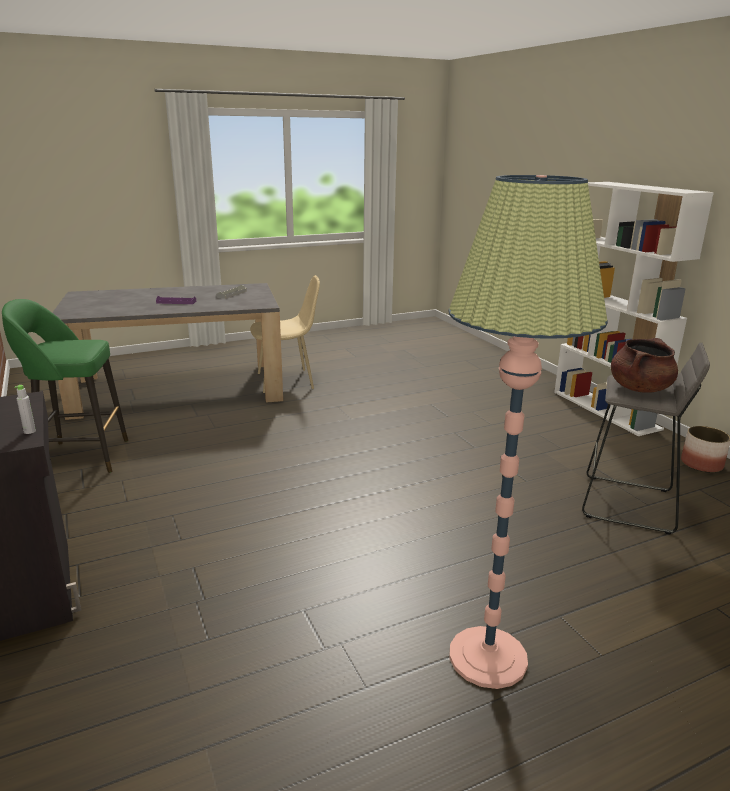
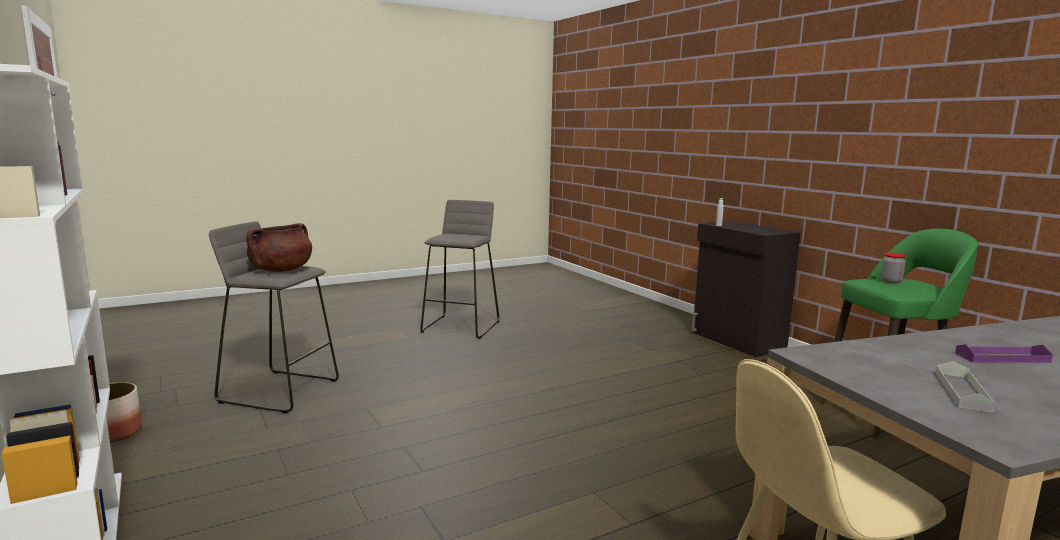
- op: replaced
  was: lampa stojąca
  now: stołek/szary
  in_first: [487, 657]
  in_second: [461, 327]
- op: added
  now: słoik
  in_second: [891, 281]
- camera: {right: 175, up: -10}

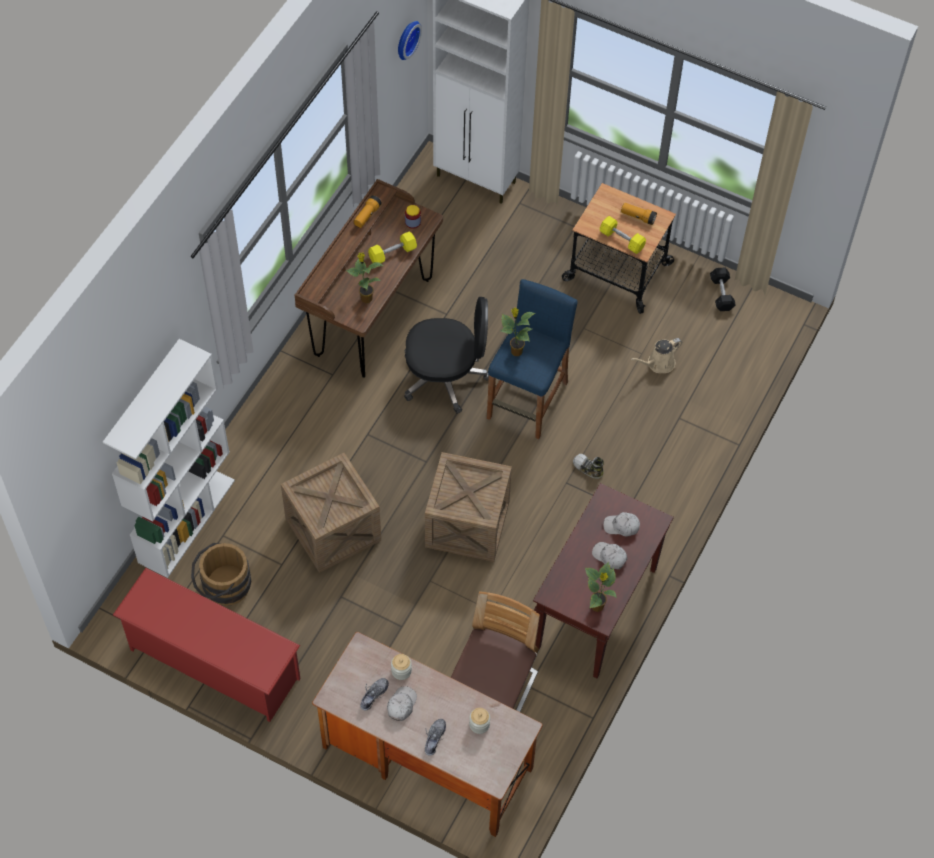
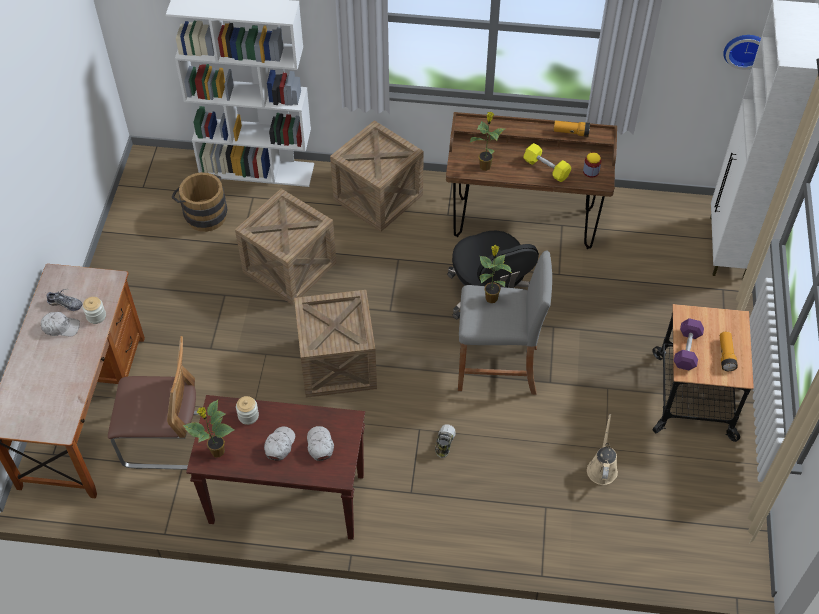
- op: moved
  was: słoik
  in_first: [479, 724]
  in_second: [248, 416]
- op: added
  now: skrzynka
  in_second: [378, 197]
- op: recoloured
  was: stołek/niebieski
  now: stołek/szary
  in_first: [528, 400]
  in_second: [497, 368]
- op: turned
  was: konewka/beżowy
  in_first: [658, 364]
  in_second: [602, 468]
  clockwise: 60
- op: recoloured
  was: hantel/żółty
  now: hantel/fioletowy
  in_first: [622, 240]
  in_second: [687, 349]
- op: removed
  was: regał na buty/czerwony
  in_first: [213, 663]
- op: removed
  was: but
  in_first: [434, 738]
- op: removed
  was: hantel/czarny
  in_first: [721, 294]
- camera: {right: 70, up: -5}

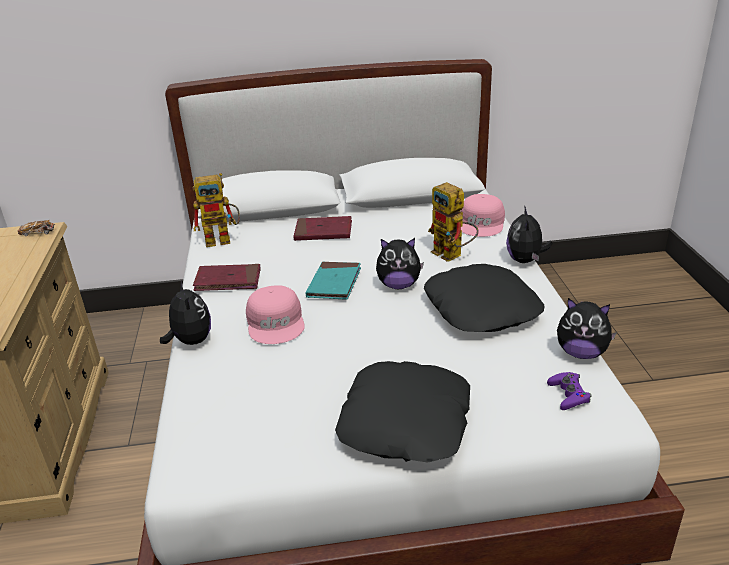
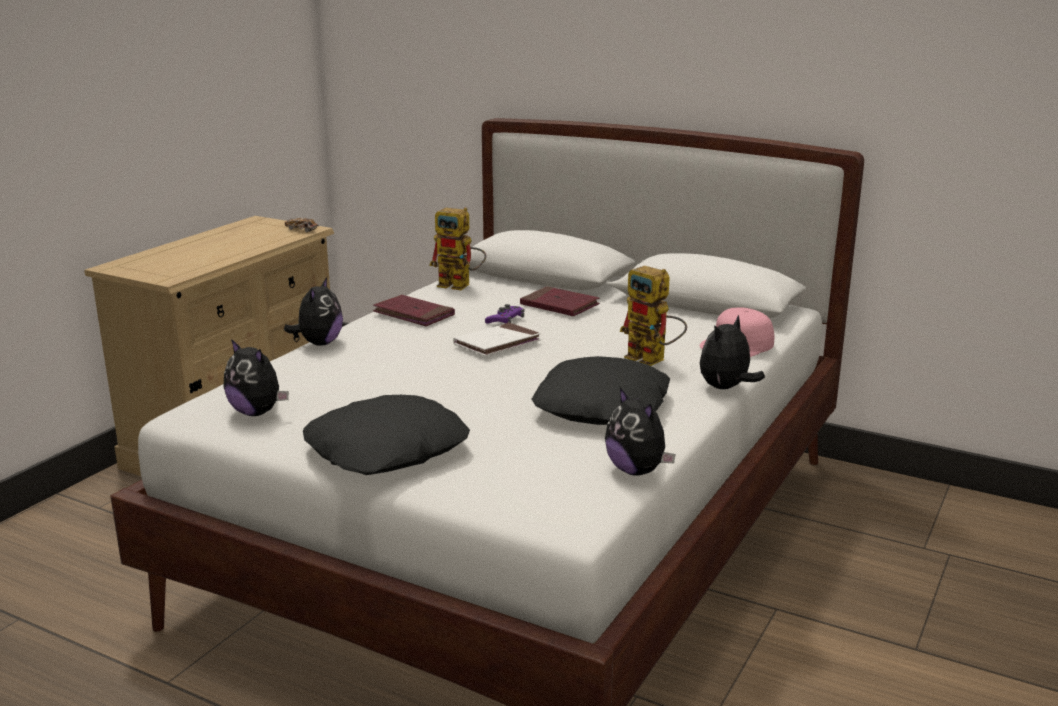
- op: moved
  was: pluszak
  in_first: [398, 285]
  in_second: [257, 412]
- op: recoloured
  was: książka/turkusowy
  now: książka/biały
  in_first: [334, 283]
  in_second: [497, 344]
- op: moved
  was: pad do gier/fioletowy
  in_first: [568, 395]
  in_second: [505, 320]
- op: turned
  was: robot zabawkowy
  in_first: [452, 255]
  in_second: [653, 360]
  clockwise: -45
- op: removed
  was: czapka z daszkiem/różowy
  in_first: [276, 322]
- camera: {right: 35, up: -10}

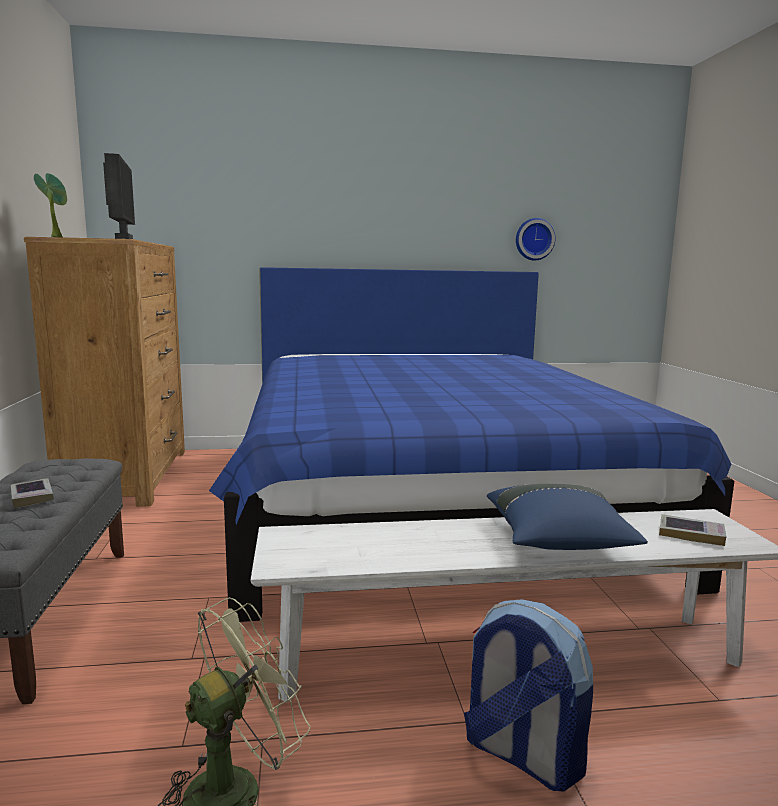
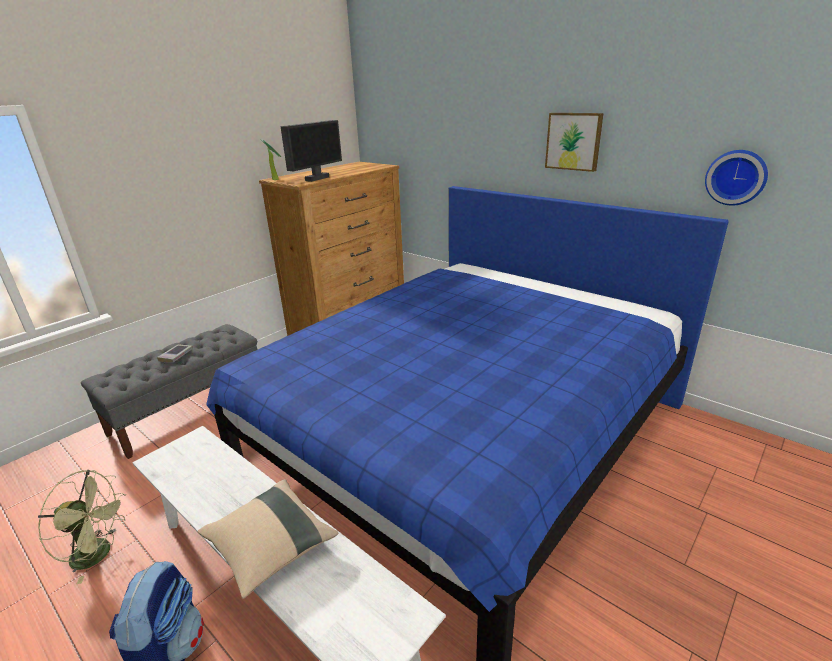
- op: recoloured
  was: poduszka/niebieski
  now: poduszka/beżowy
  in_first: [558, 541]
  in_second: [270, 547]
- op: added
  now: obraz
  in_second: [574, 141]
- op: removed
  was: książka
  in_first: [691, 534]
- camera: {right: 50, up: 15}

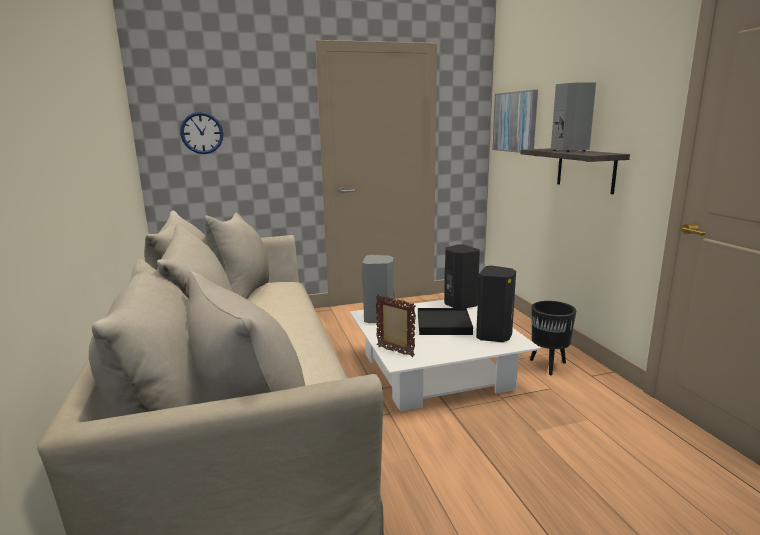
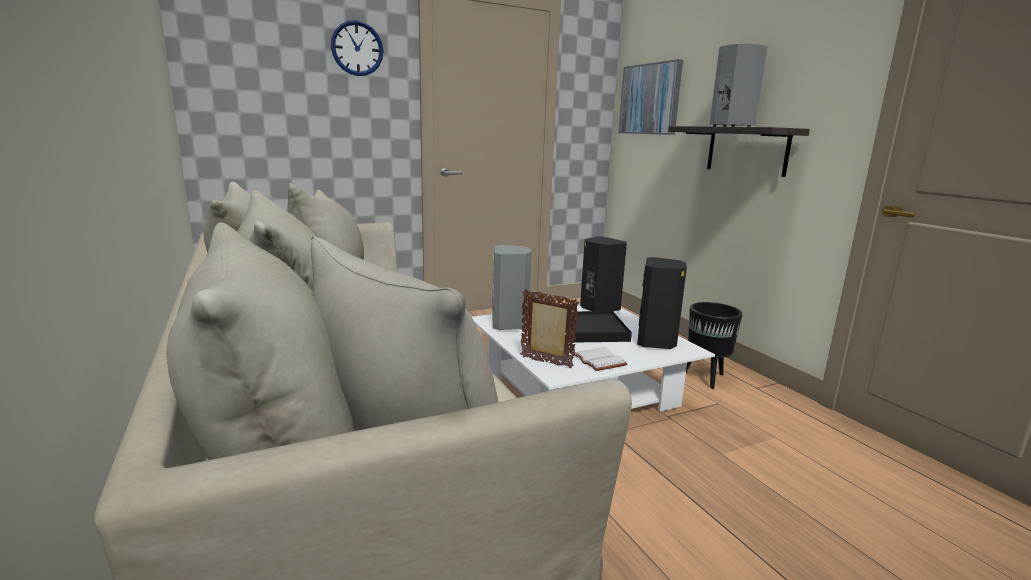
- op: moved
  was: zegar ścienny
  in_first: [202, 133]
  in_second: [357, 48]
- op: added
  now: książka/biały
  in_second: [600, 361]
- camera: {right: -10, up: 0}

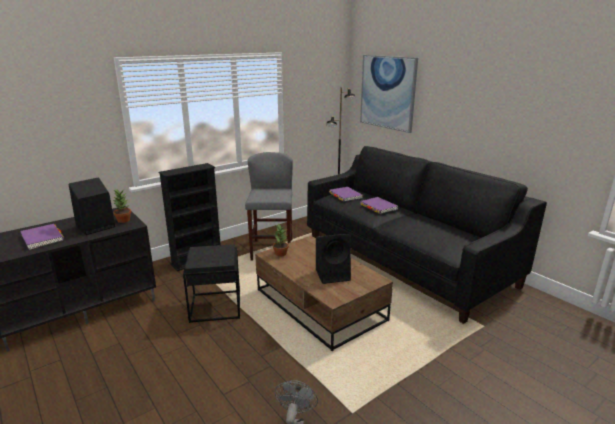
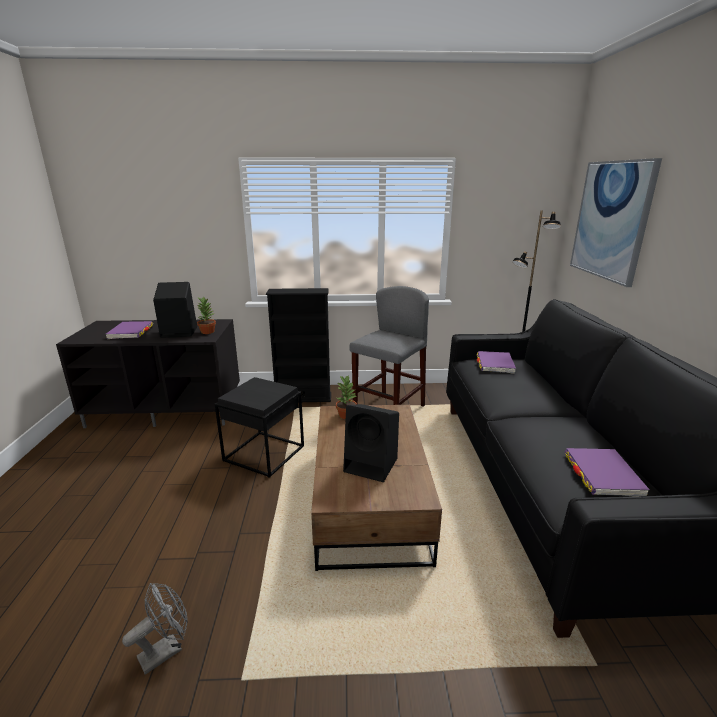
- op: moved
  was: książka/fioletowy
  in_first: [378, 207]
  in_second: [602, 474]
- camera: {right: 35, up: 0}

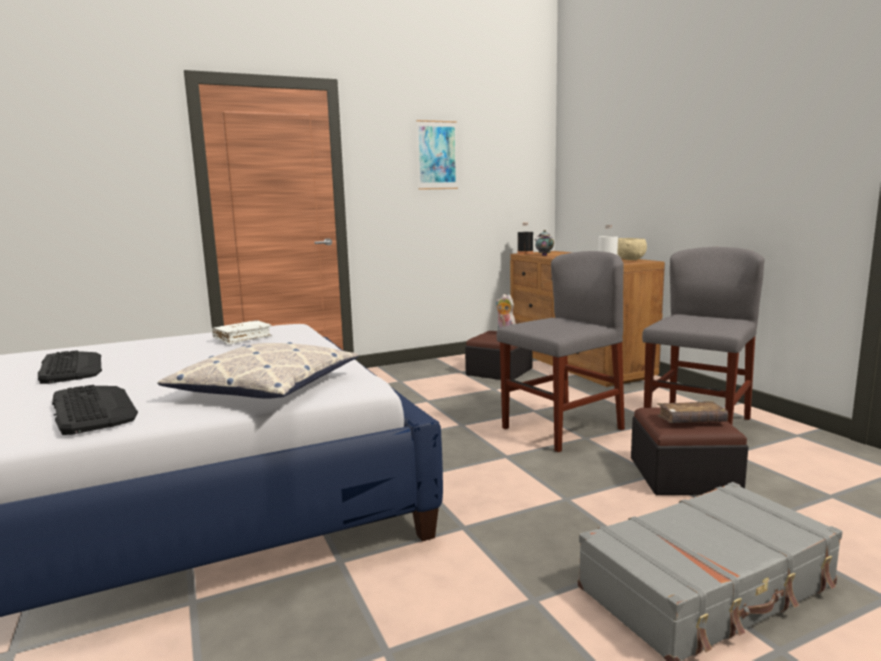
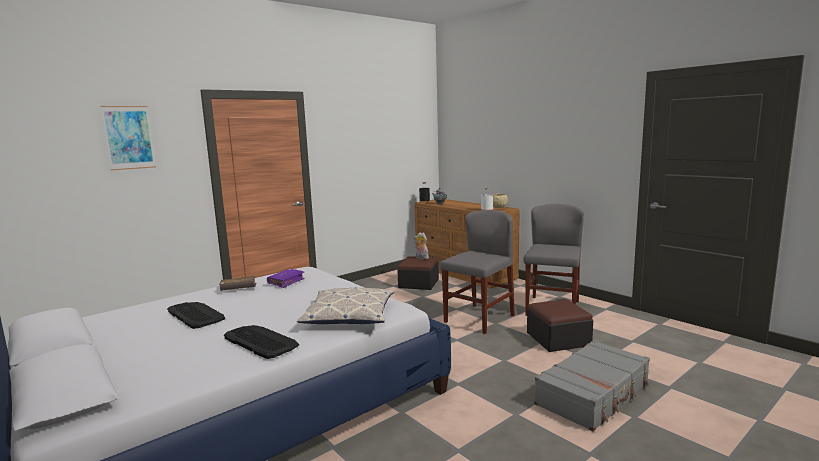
- op: moved
  was: obraz
  in_first: [437, 155]
  in_second: [129, 137]
- op: moved
  was: książka/brązowy
  in_first: [691, 421]
  in_second: [238, 288]
- op: recoloured
  was: książka/biały
  now: książka/fioletowy
  in_first: [243, 338]
  in_second: [286, 282]
- camera: {right: -15, up: 0}

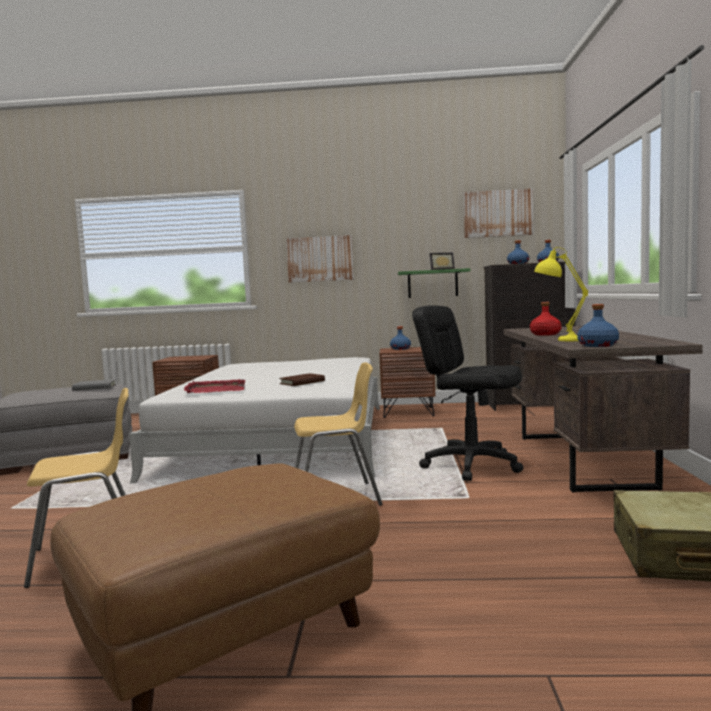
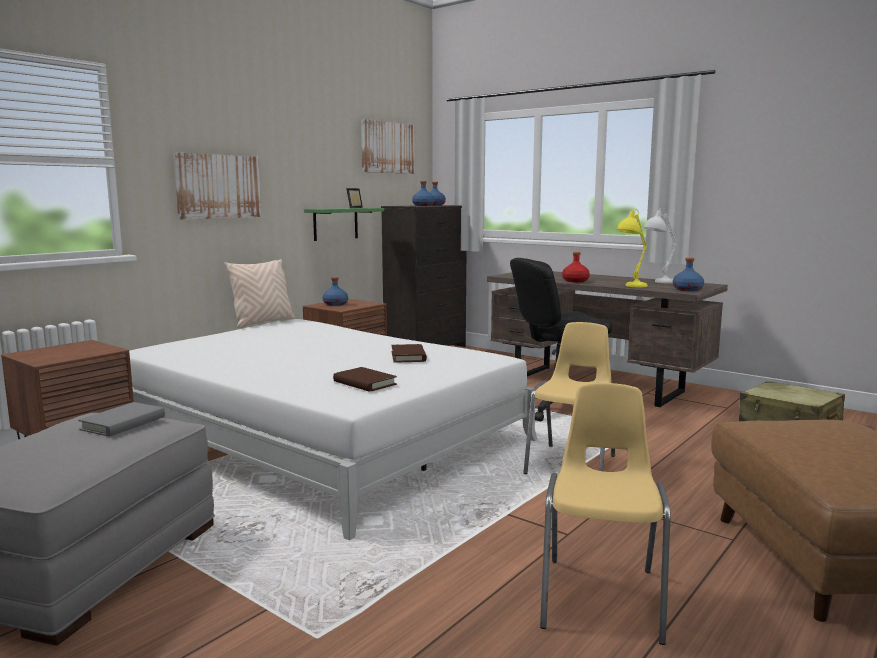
- op: added
  now: poduszka/beżowy
  in_second: [262, 322]
- op: replaced
  was: taca/czerwony
  now: książka/brązowy
  in_first: [215, 390]
  in_second: [364, 383]
- op: added
  now: lampa stołowa/biały
  in_second: [658, 282]
- camera: {right: -55, up: 5}

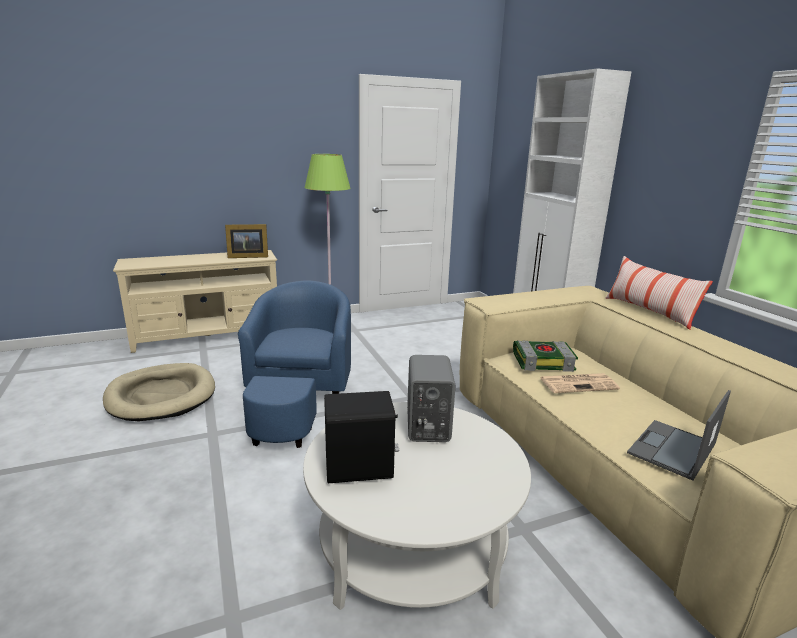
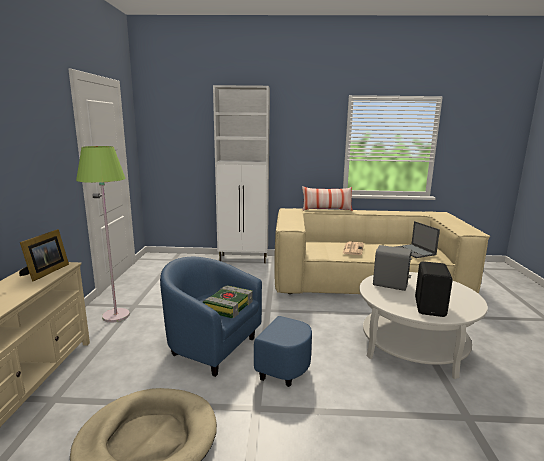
- op: moved
  was: książka
  in_first: [543, 361]
  in_second: [228, 306]
- camera: {right: -65, up: -5}

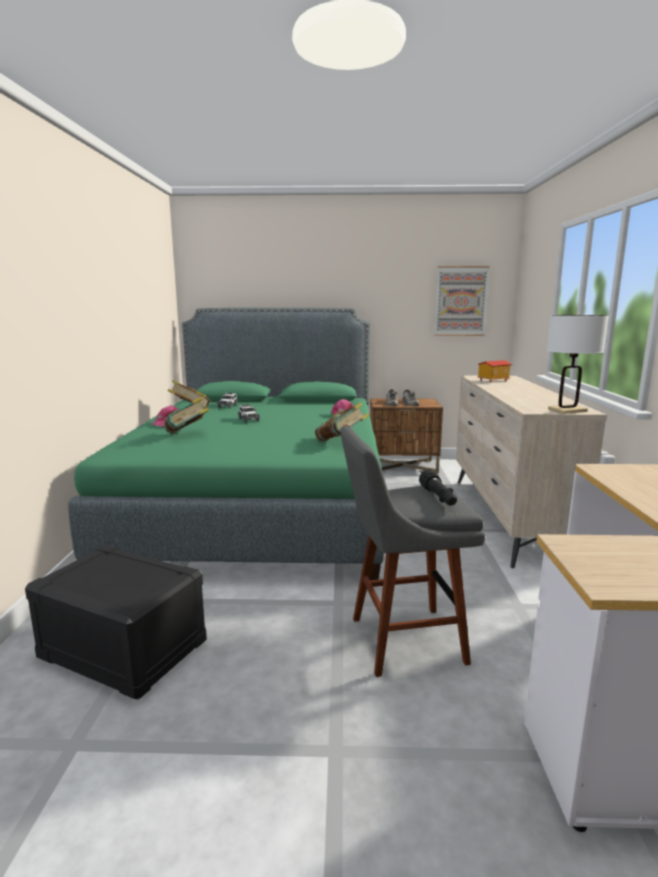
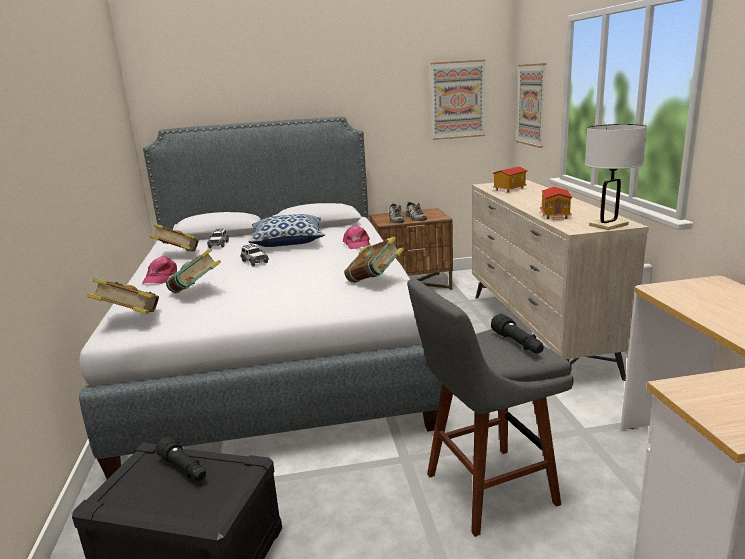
- op: recoloured
  was: łóżko/zielony
  now: łóżko/szary
  in_first: [261, 504]
  in_second: [275, 351]
- op: added
  now: książka
  in_second: [130, 319]
- op: added
  now: latarka/czarny
  in_second: [184, 469]
- op: added
  now: poduszka
  in_second: [288, 242]
- op: added
  now: obraz
  in_second: [531, 105]
- op: added
  now: domek
  in_second: [555, 215]
- camera: {right: -10, up: 5}

